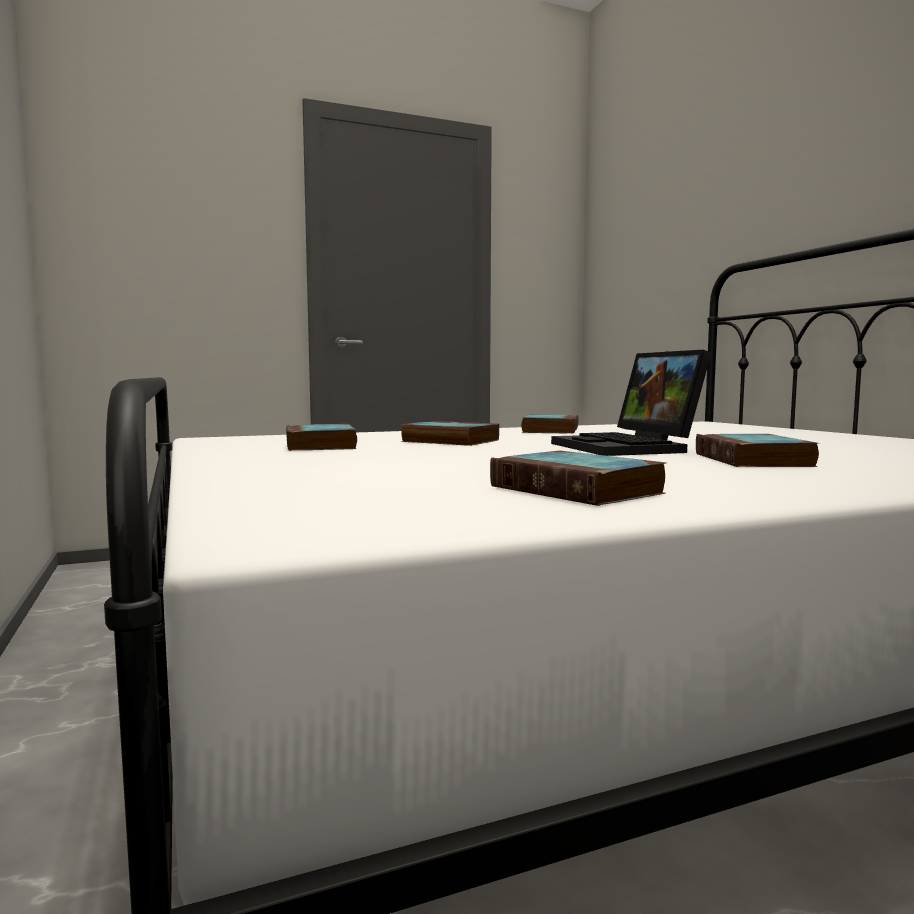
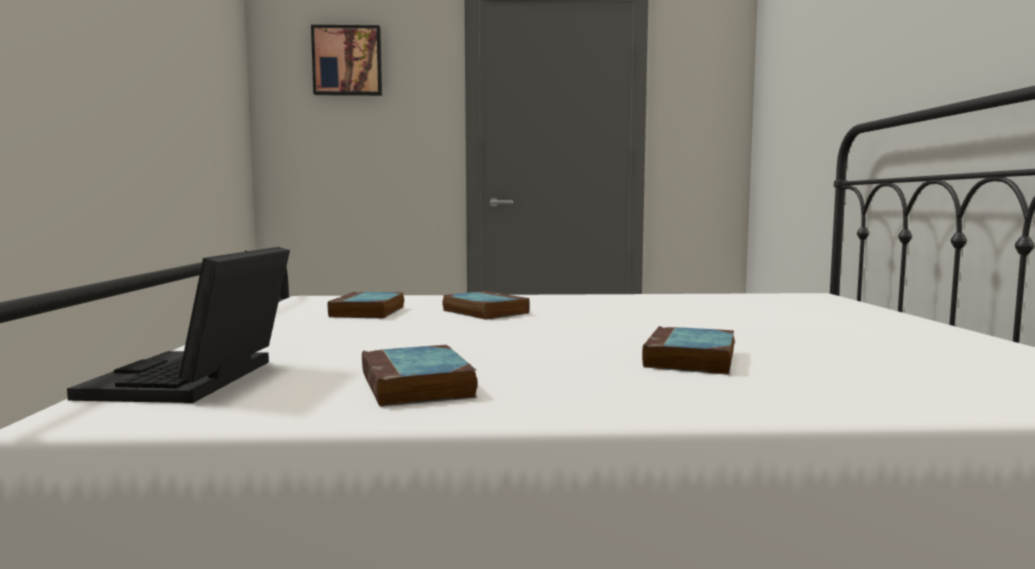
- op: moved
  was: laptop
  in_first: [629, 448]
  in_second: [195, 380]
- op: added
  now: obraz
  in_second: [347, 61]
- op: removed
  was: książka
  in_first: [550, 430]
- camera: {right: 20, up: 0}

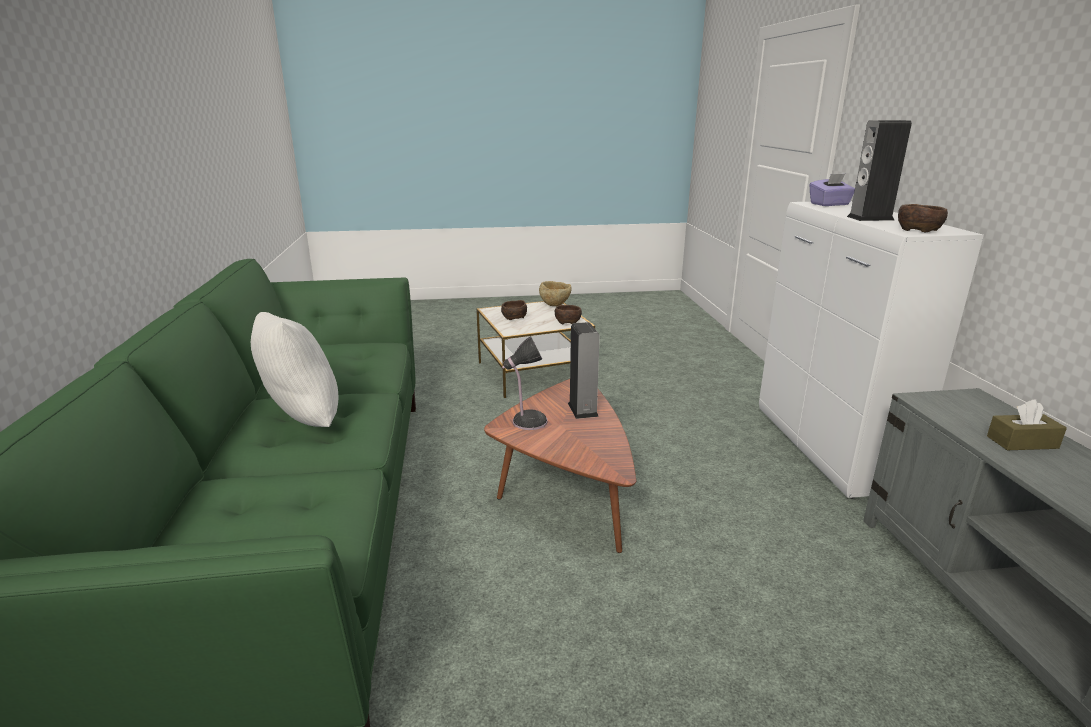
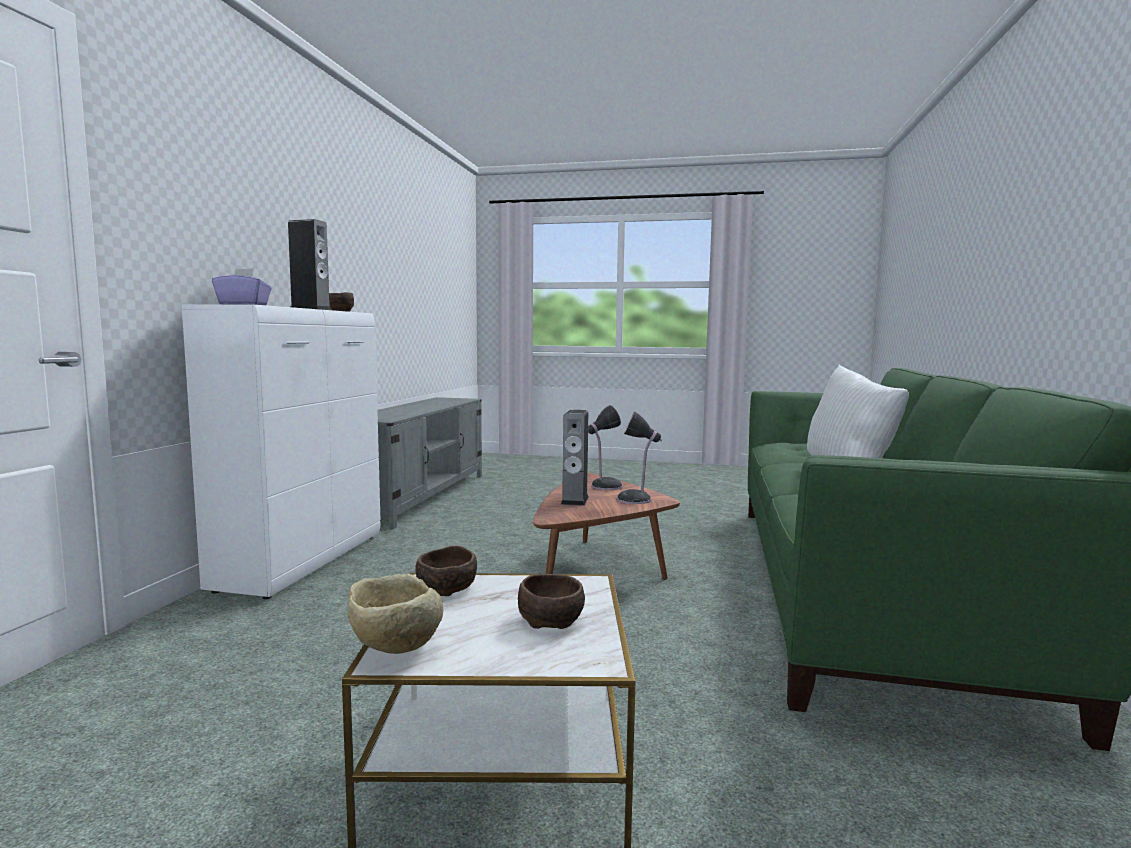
- op: added
  now: lampa stołowa
  in_second: [604, 486]
- op: removed
  was: pudełko chusteczek/brązowy
  in_first: [1022, 442]
- camera: {right: -160, up: -15}

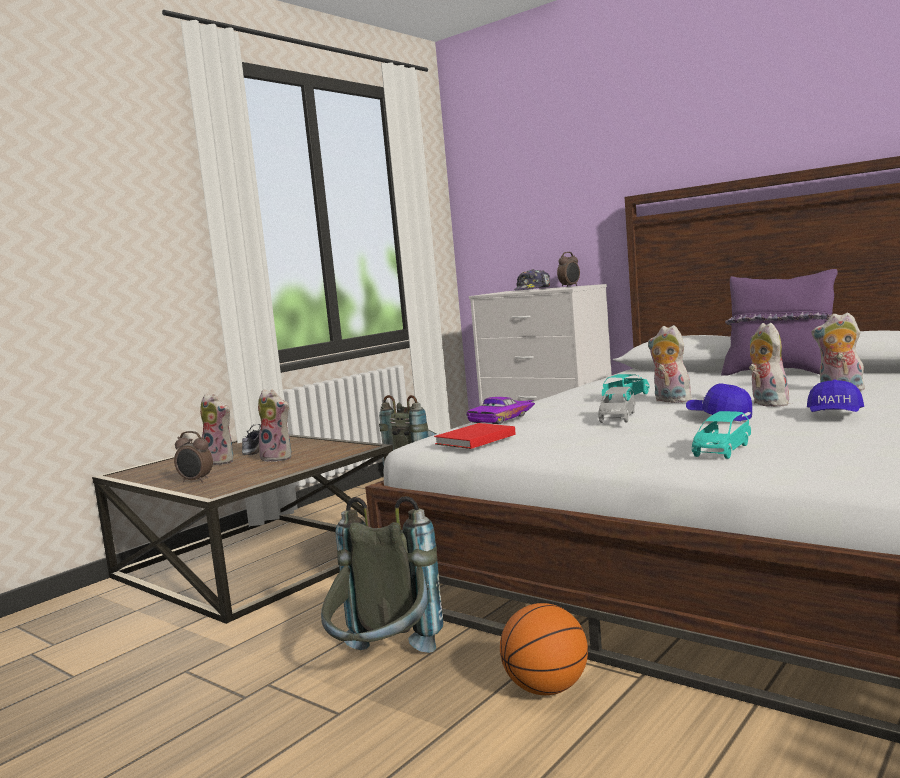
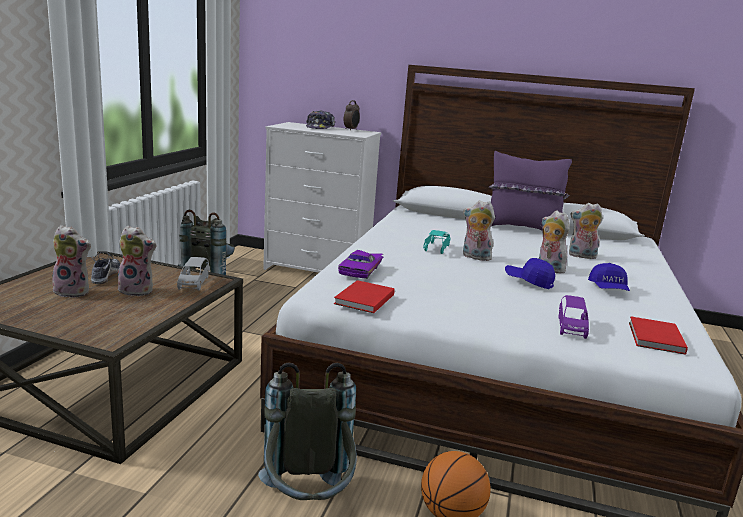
- op: moved
  was: samochodzik/szary
  in_first: [617, 417]
  in_second: [193, 283]
- op: recoloured
  was: samochodzik/turkusowy
  now: samochodzik/fioletowy
  in_first: [721, 450]
  in_second: [571, 327]
- op: added
  now: książka/czerwony
  in_second: [655, 338]
- op: removed
  was: budzik
  in_first: [196, 481]
- camera: {right: -25, up: 10}

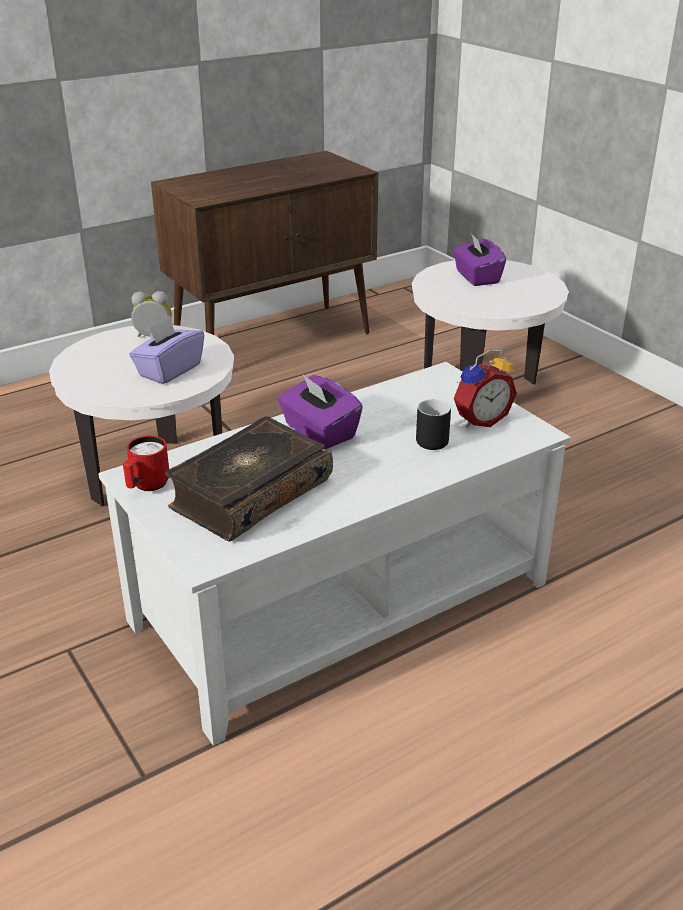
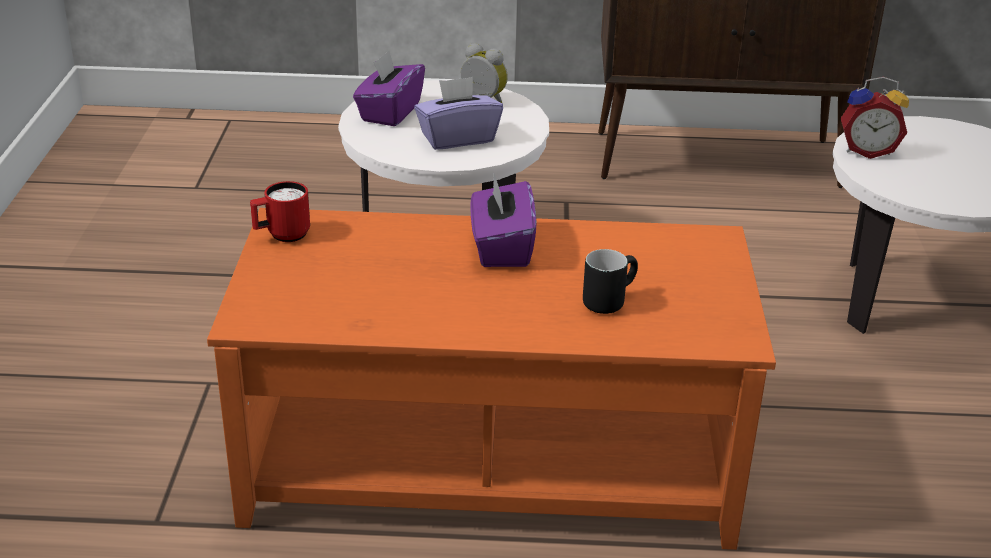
- op: recoloured
  was: ława/biały
  now: ława/pomarańczowy
  in_first: [340, 600]
  in_second: [492, 456]
- op: moved
  was: pudełko chusteczek/fioletowy
  in_first: [476, 277]
  in_second: [389, 112]
- op: moved
  was: budzik
  in_first: [480, 420]
  in_second: [867, 151]
- op: removed
  was: książka
  in_first: [249, 494]
- camera: {right: 35, up: 0}

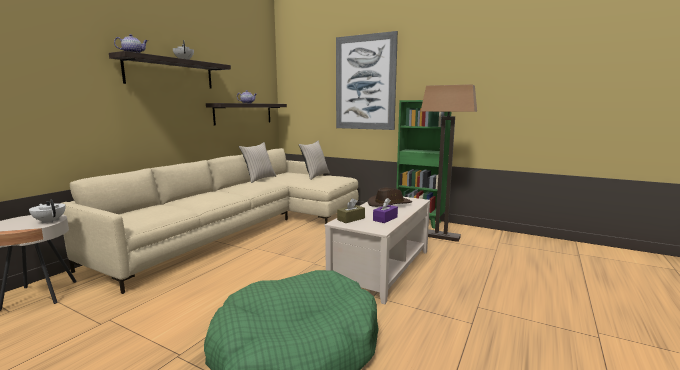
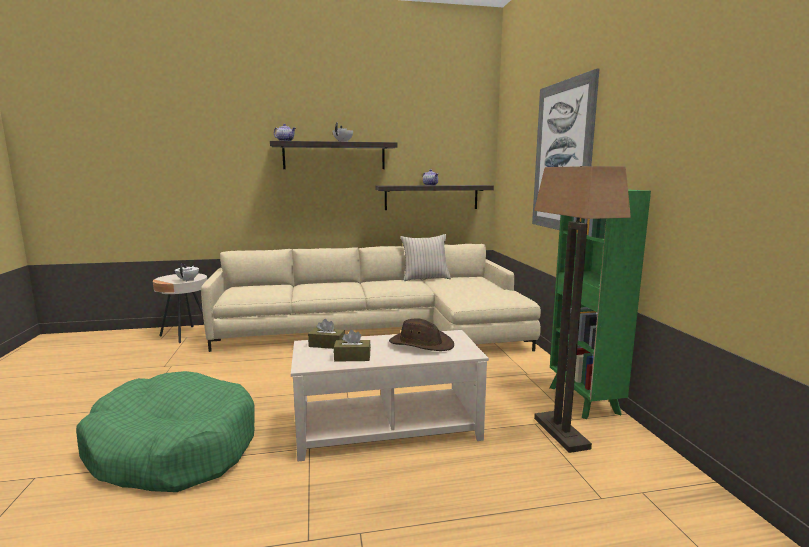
- op: recoloured
  was: pudełko chusteczek/fioletowy
  now: pudełko chusteczek/brązowy
  in_first: [385, 218]
  in_second: [352, 357]
- op: removed
  was: poduszka/beżowy
  in_first: [315, 176]
- camera: {right: 50, up: 0}

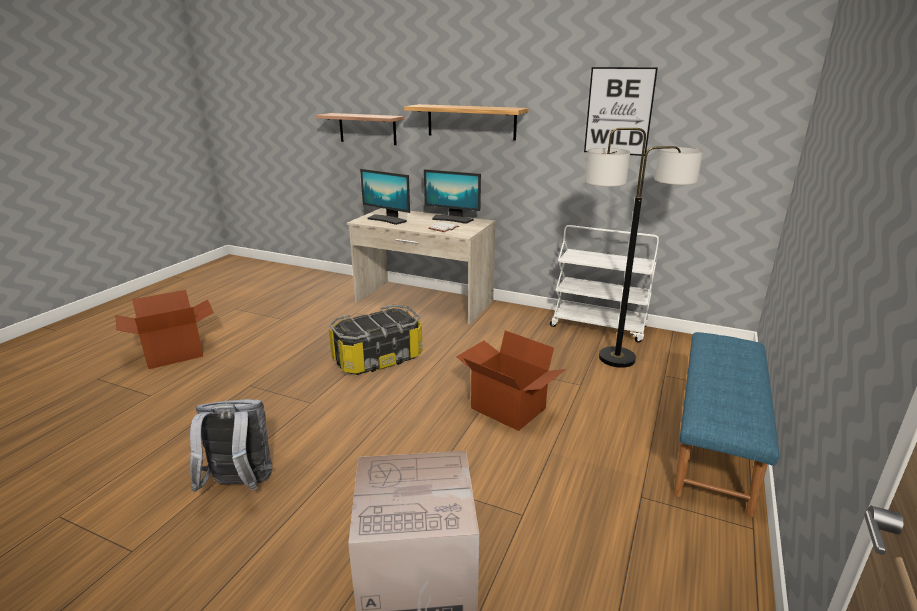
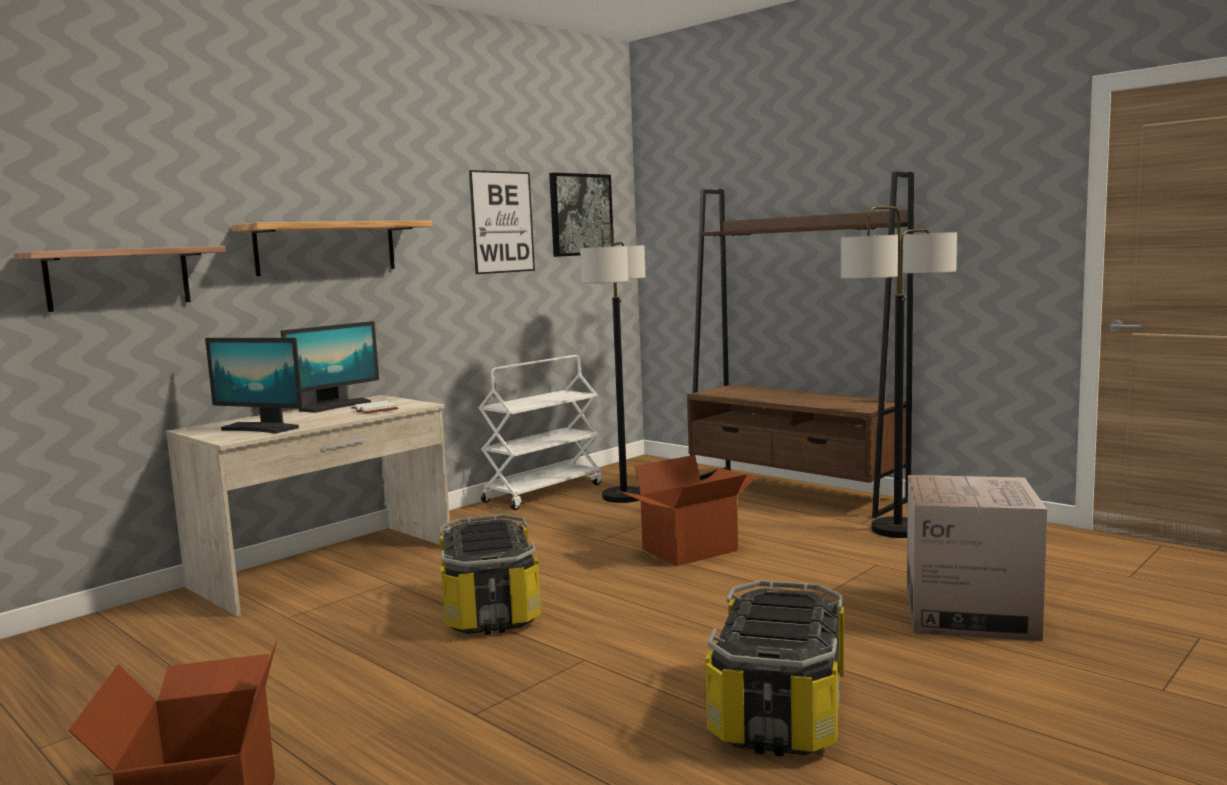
- op: turned
  was: monitor
  in_first: [387, 219]
  in_second: [261, 428]
  clockwise: 60
- op: added
  now: obraz
  in_second: [580, 215]
- op: replaced
  was: ławka/niebieski
  now: regał/brązowy
  in_first: [715, 442]
  in_second: [794, 491]
- op: replaced
  was: plecak/szary
  now: pojemnik do przechowywania
  in_first: [240, 485]
  in_second: [781, 710]
- op: added
  now: lampa stojąca
  in_second: [898, 530]
- camera: {right: -70, up: -15}

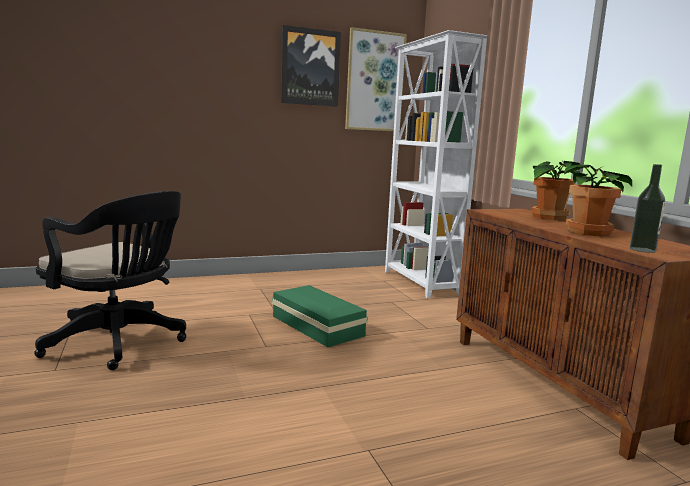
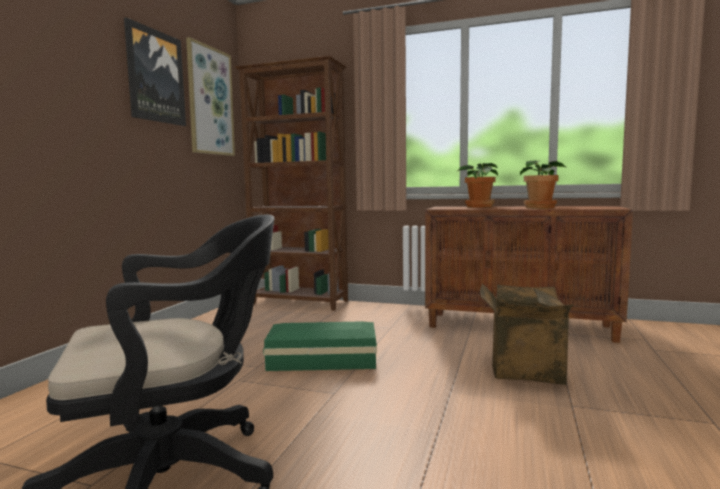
- op: recoloured
  was: regał/biały
  now: regał/brązowy
  in_first: [420, 283]
  in_second: [300, 303]
- op: added
  now: karton
  in_second: [523, 368]
- op: removed
  was: butelka
  in_first: [642, 250]
- camera: {right: -50, up: -5}

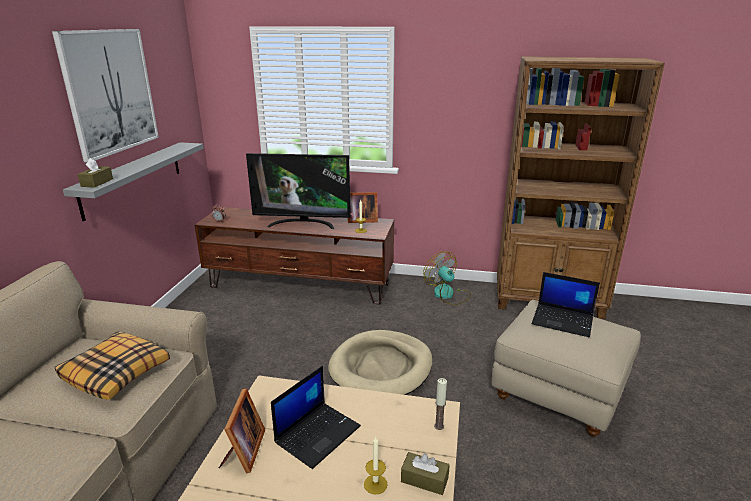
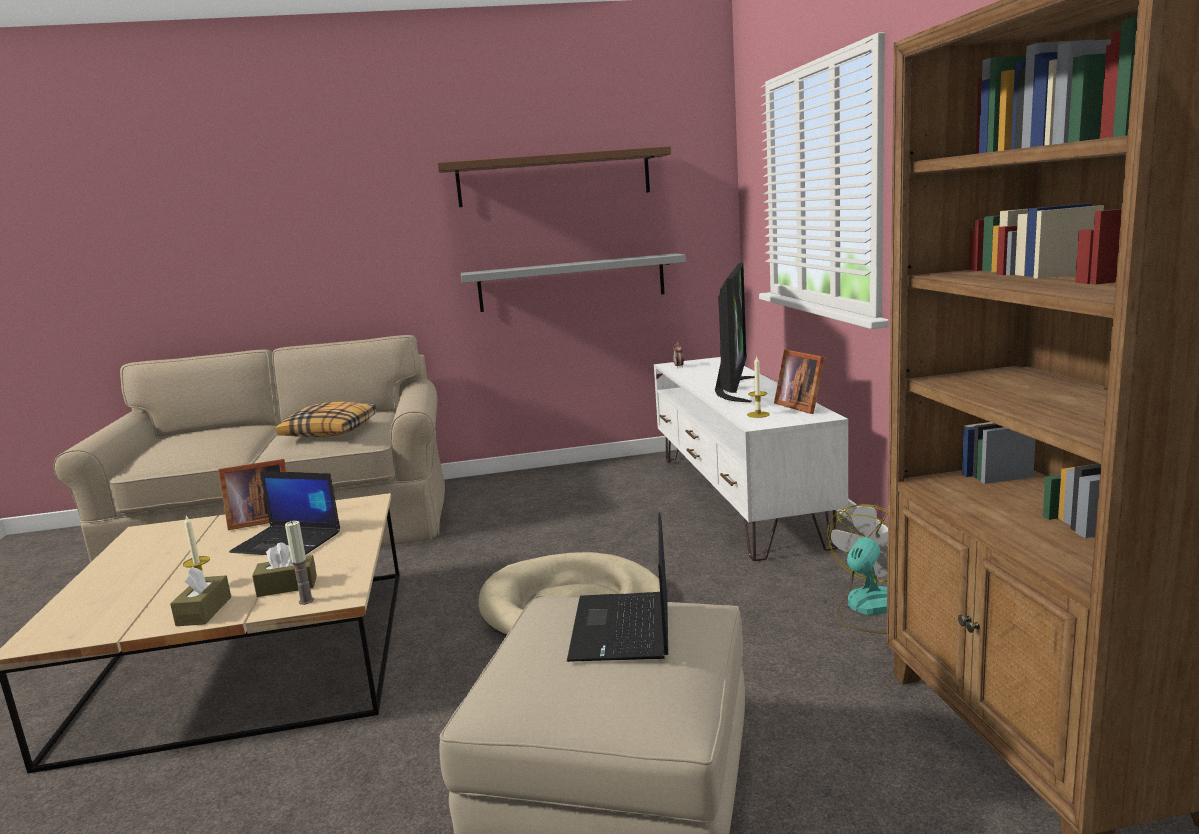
- op: moved
  was: pudełko chusteczek/brązowy
  in_first: [97, 182]
  in_second: [287, 586]
- op: replaced
  was: obraz
  now: półka/brązowy
  in_first: [110, 92]
  in_second: [554, 178]
- op: recoloured
  was: szafka pod telewizor/brązowy
  now: szafka pod telewizor/biały
  in_first: [300, 285]
  in_second: [737, 498]
- op: turned
  was: telewizor
  in_first: [302, 223]
  in_second: [732, 390]
  clockwise: -150
- camera: {right: 70, up: -10}

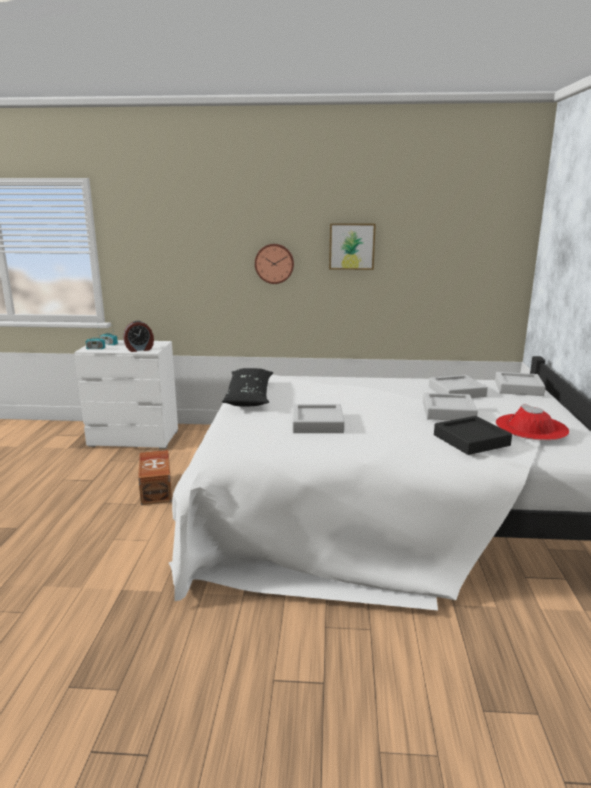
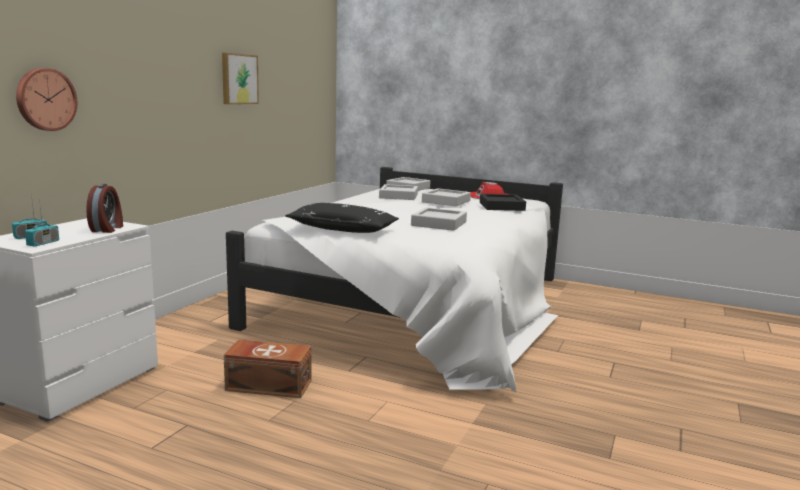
- op: moved
  was: zegar ścienny
  in_first: [274, 263]
  in_second: [45, 99]
- camera: {right: -70, up: -5}

